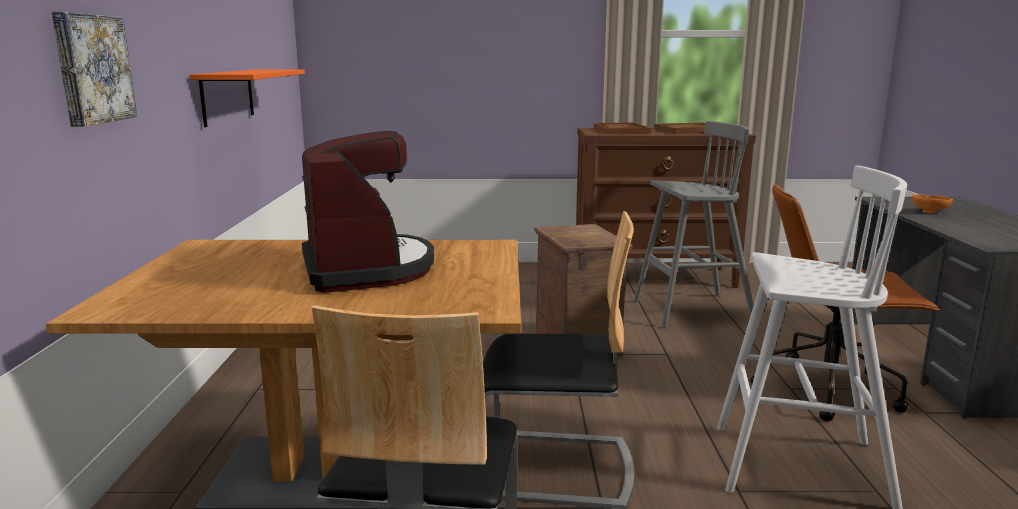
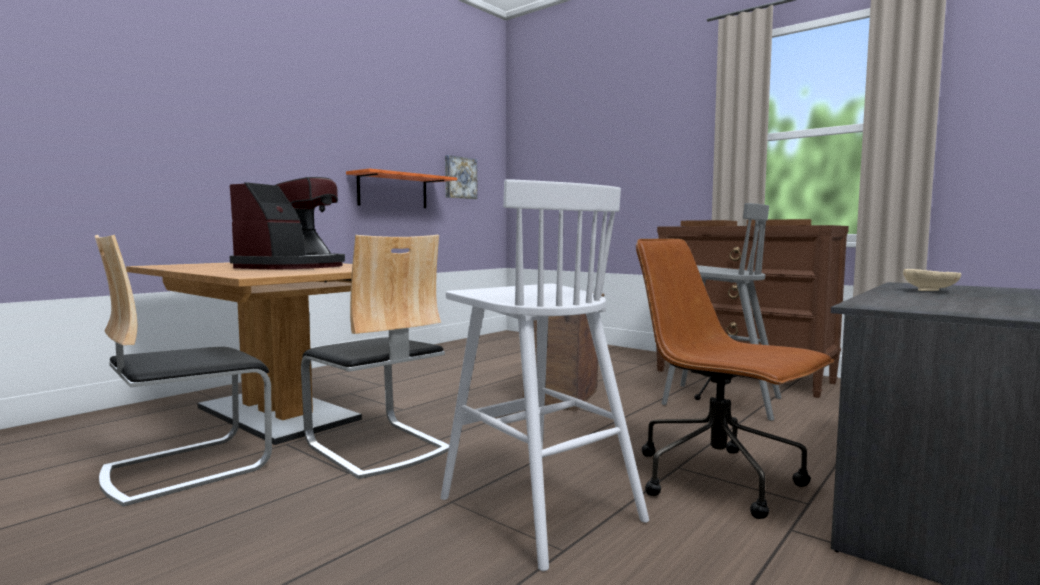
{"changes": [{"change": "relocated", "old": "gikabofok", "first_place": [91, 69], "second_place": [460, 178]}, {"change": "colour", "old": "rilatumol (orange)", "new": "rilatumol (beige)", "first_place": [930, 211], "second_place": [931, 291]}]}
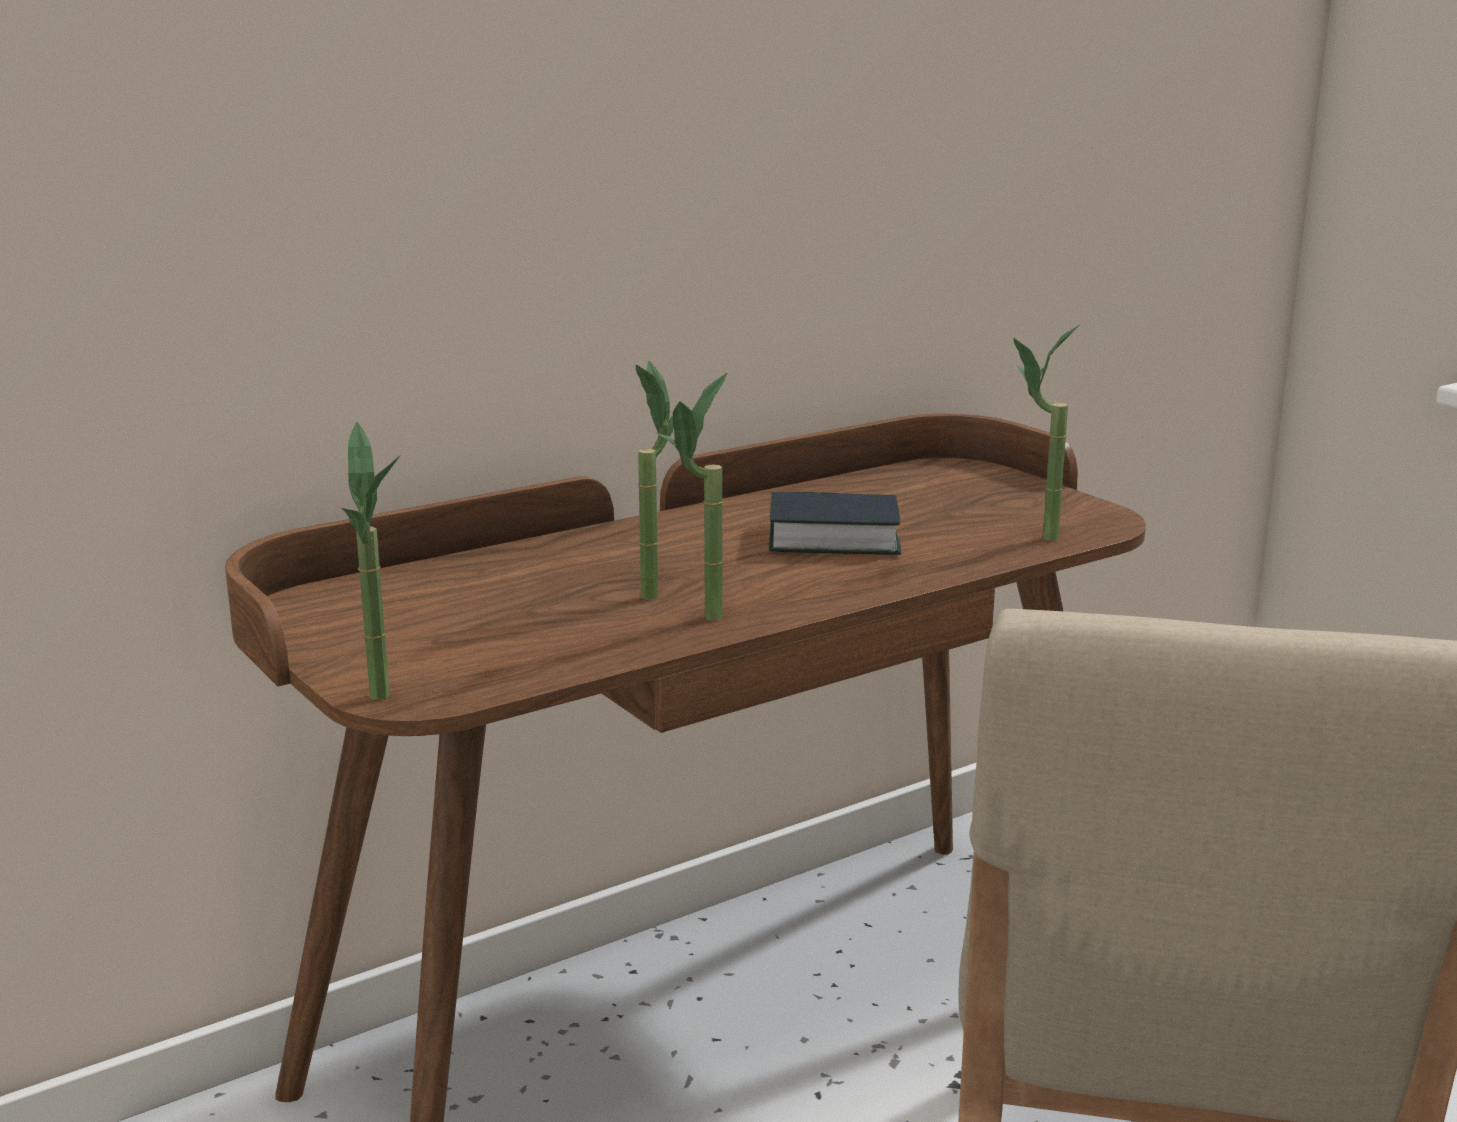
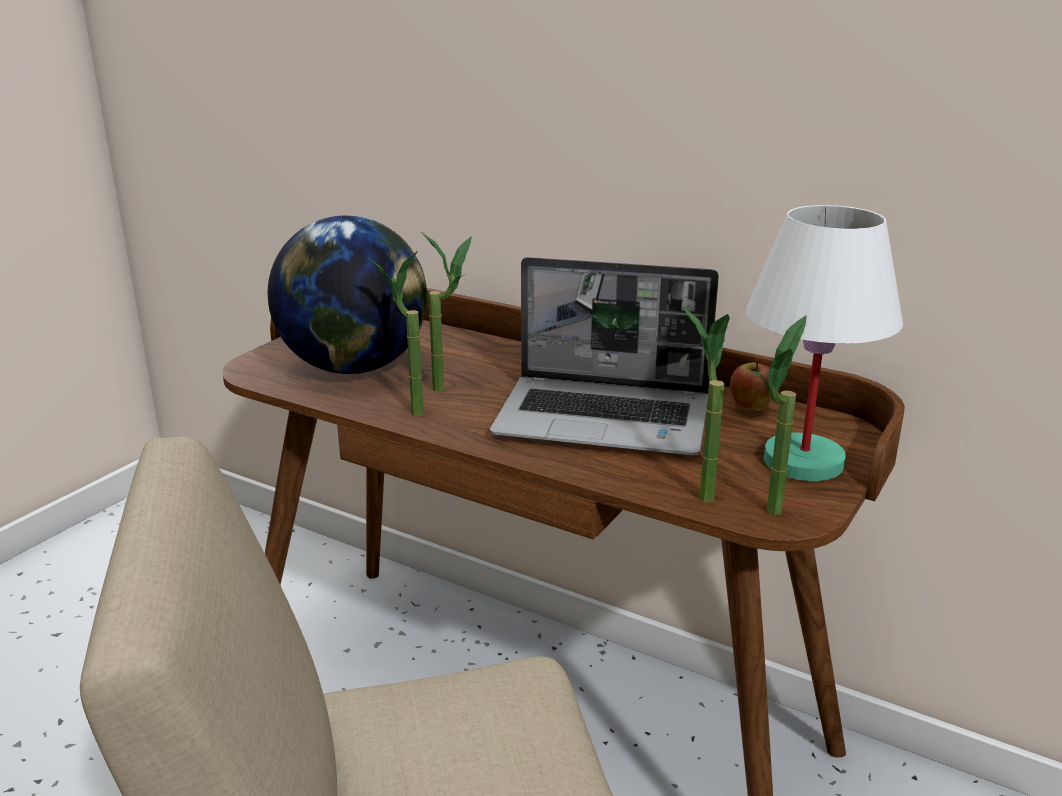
{"changes": [{"change": "relocated", "old": "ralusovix", "first_place": [387, 703], "second_place": [768, 518]}, {"change": "exchanged", "old": "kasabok", "new": "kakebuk", "first_place": [833, 539], "second_place": [606, 419]}, {"change": "appeared", "new": "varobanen", "second_place": [354, 368]}, {"change": "appeared", "new": "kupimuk", "second_place": [751, 409]}, {"change": "appeared", "new": "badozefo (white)", "second_place": [804, 463]}]}
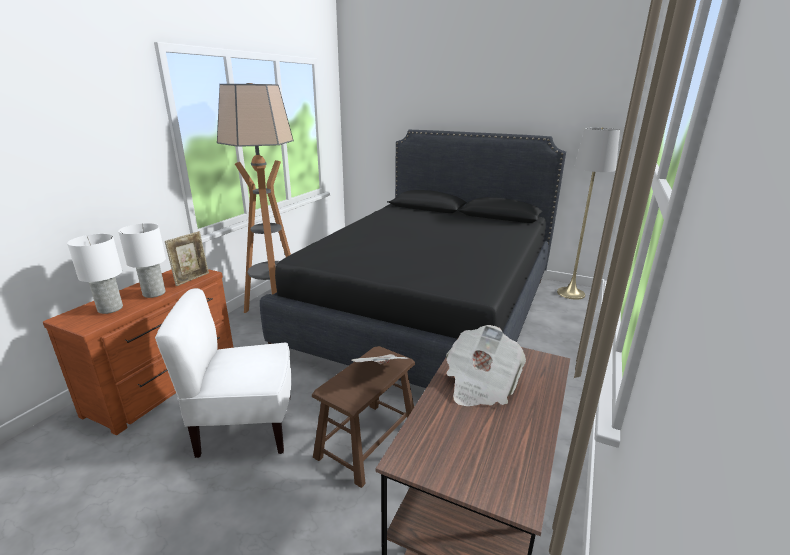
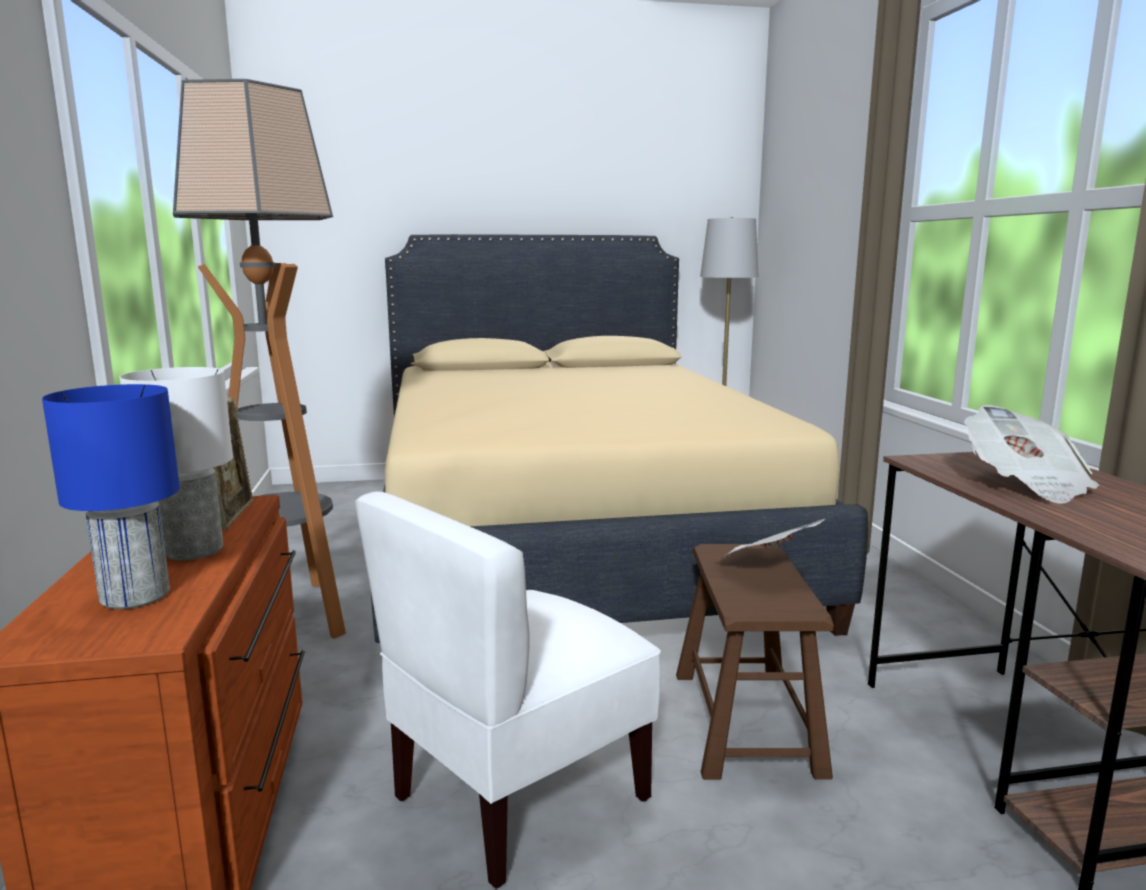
{"changes": [{"change": "colour", "old": "badozefo (white)", "new": "badozefo (blue)", "first_place": [110, 308], "second_place": [135, 595]}, {"change": "colour", "old": "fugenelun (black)", "new": "fugenelun (beige)", "first_place": [429, 312], "second_place": [570, 538]}]}
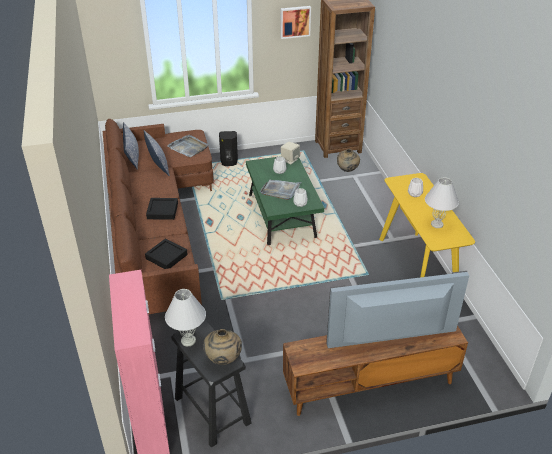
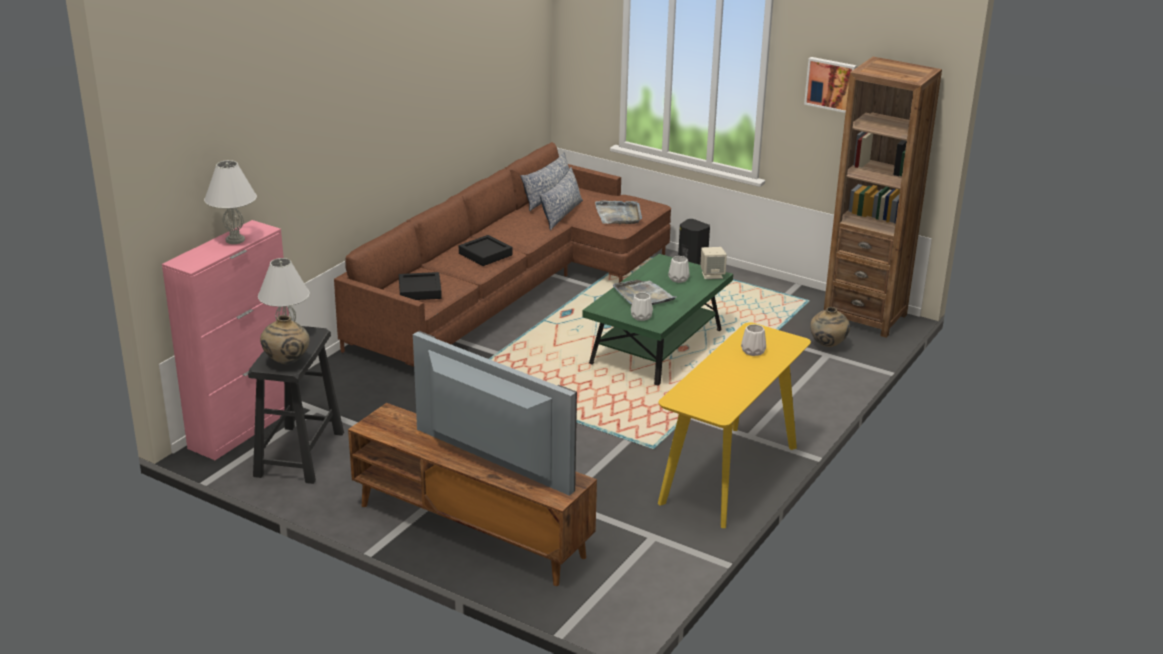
{"changes": [{"change": "relocated", "old": "badozefo (white)", "first_place": [436, 224], "second_place": [235, 240]}]}
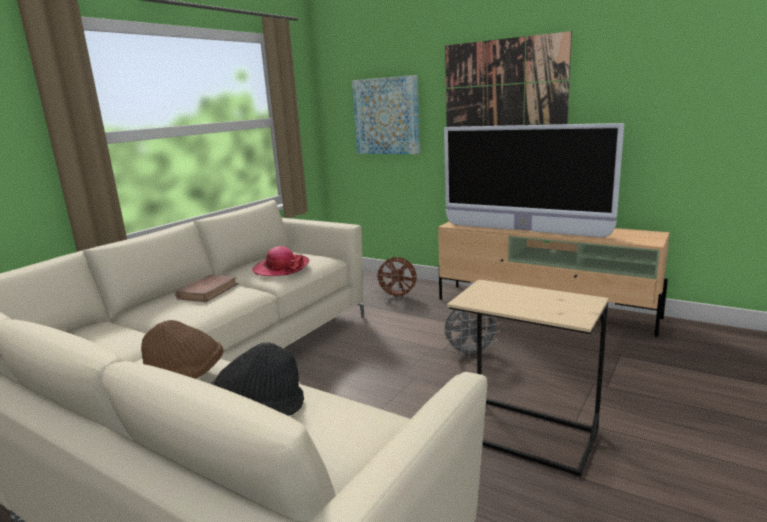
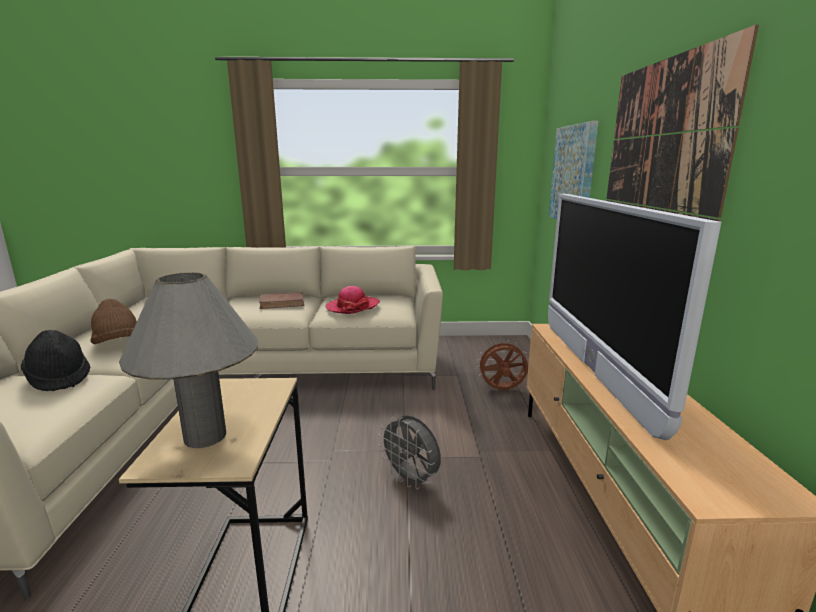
{"changes": [{"change": "spun", "old": "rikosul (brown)", "first_place": [398, 296], "second_place": [501, 390], "degrees": 105}, {"change": "appeared", "new": "badozefo (grey)", "second_place": [205, 436]}]}
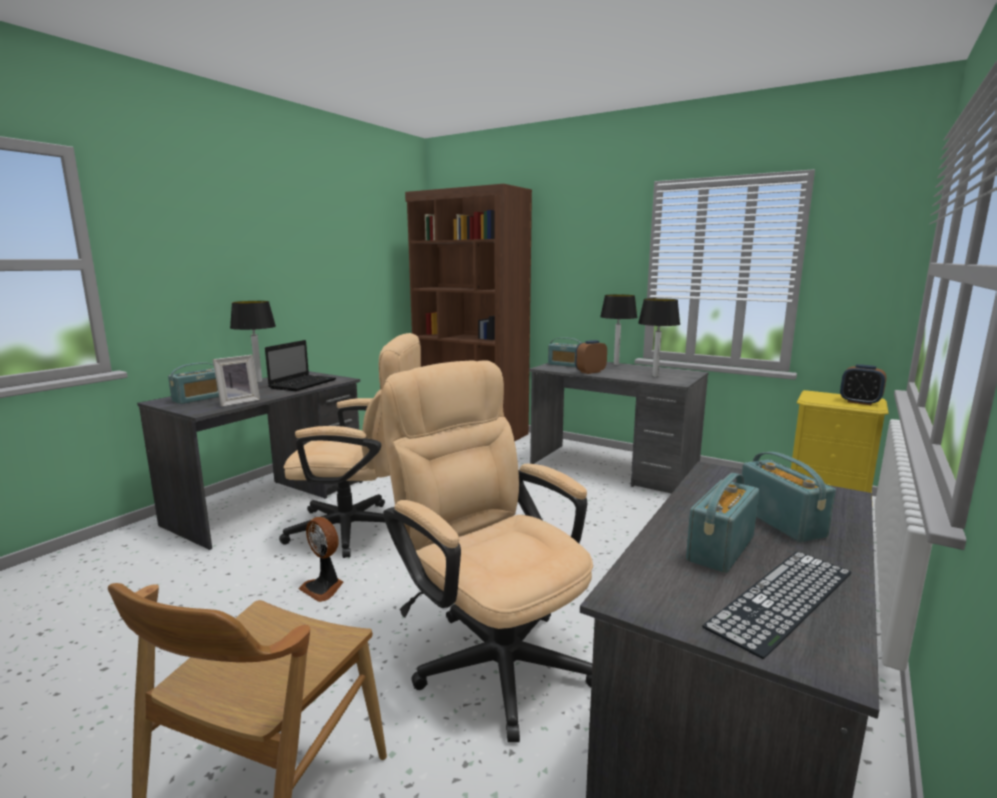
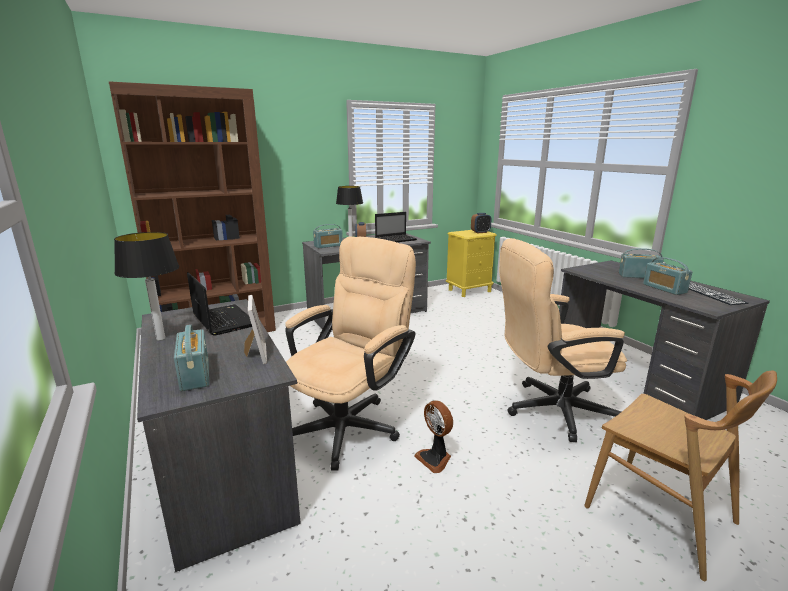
{"changes": [{"change": "spun", "old": "rikosul", "first_place": [324, 587], "second_place": [435, 458], "degrees": 75}, {"change": "exchanged", "old": "badozefo", "new": "kakebuk", "first_place": [655, 376], "second_place": [396, 240]}]}
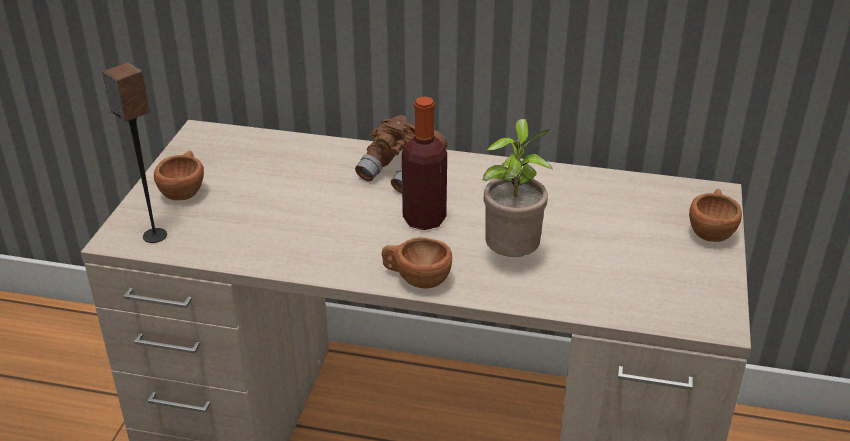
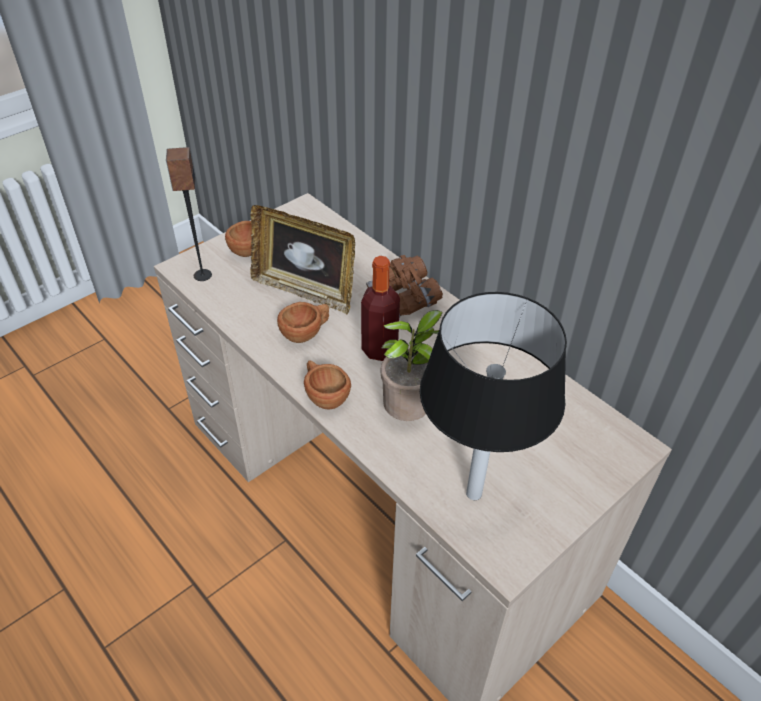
{"changes": [{"change": "relocated", "old": "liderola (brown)", "first_place": [711, 231], "second_place": [306, 333]}, {"change": "appeared", "new": "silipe", "second_place": [305, 290]}, {"change": "appeared", "new": "badozefo (black)", "second_place": [473, 494]}]}
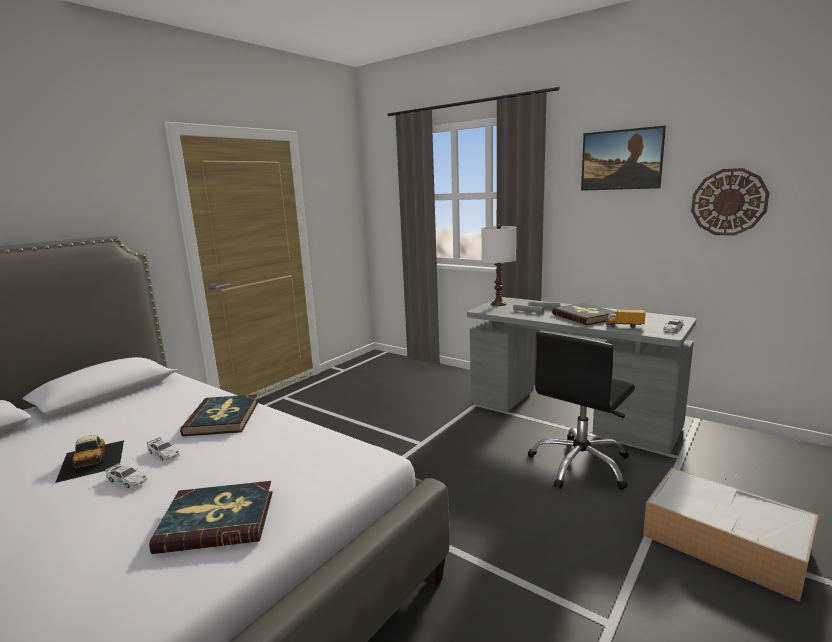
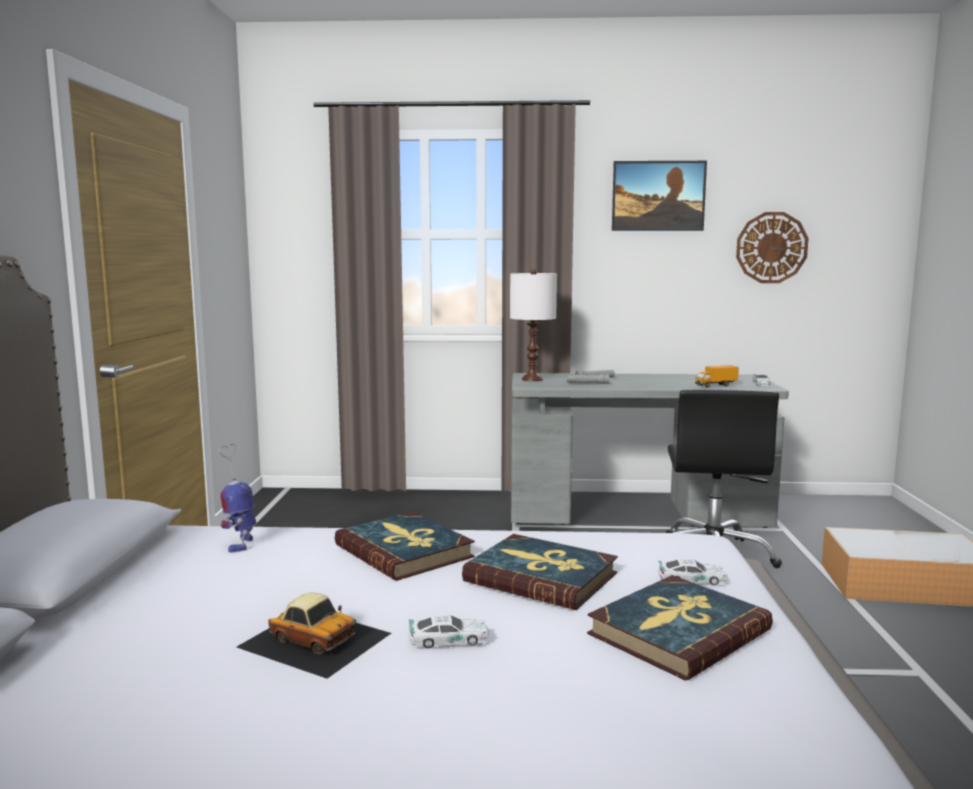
{"changes": [{"change": "relocated", "old": "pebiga", "first_place": [164, 453], "second_place": [692, 579]}, {"change": "relocated", "old": "kasabok", "first_place": [584, 316], "second_place": [541, 577]}, {"change": "appeared", "new": "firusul", "second_place": [241, 544]}]}
